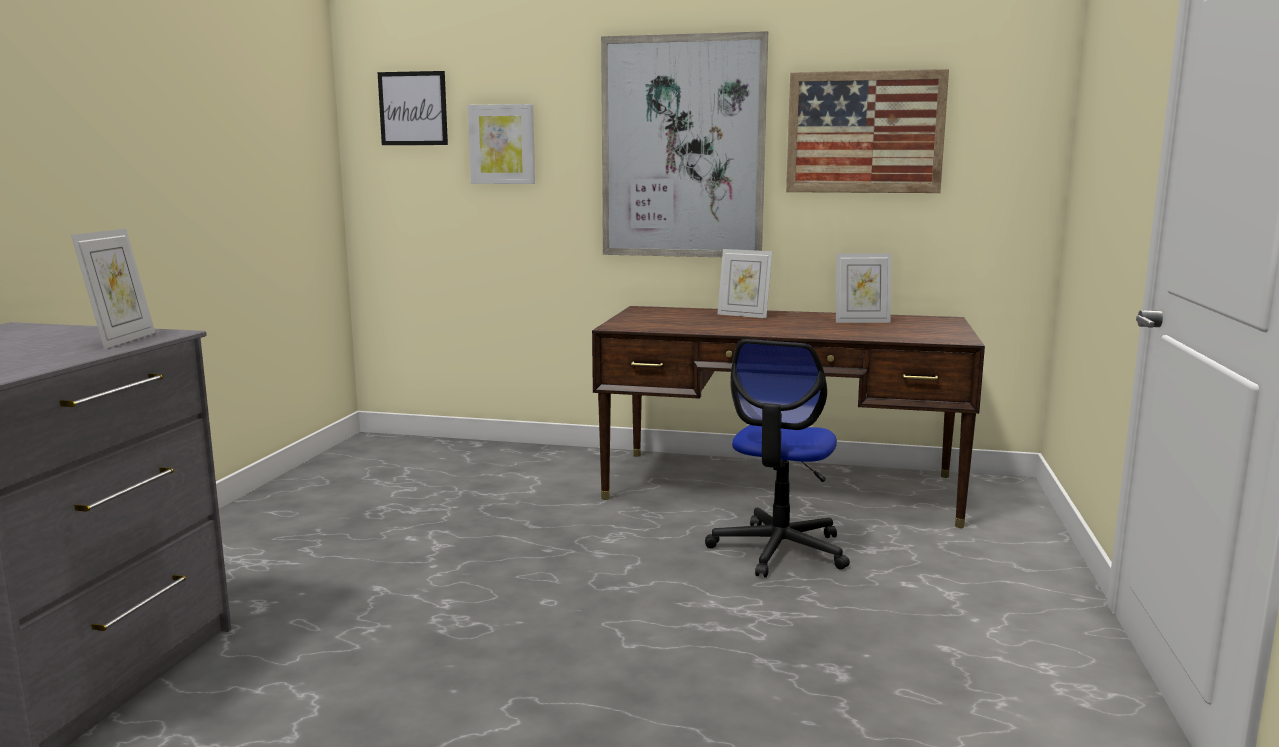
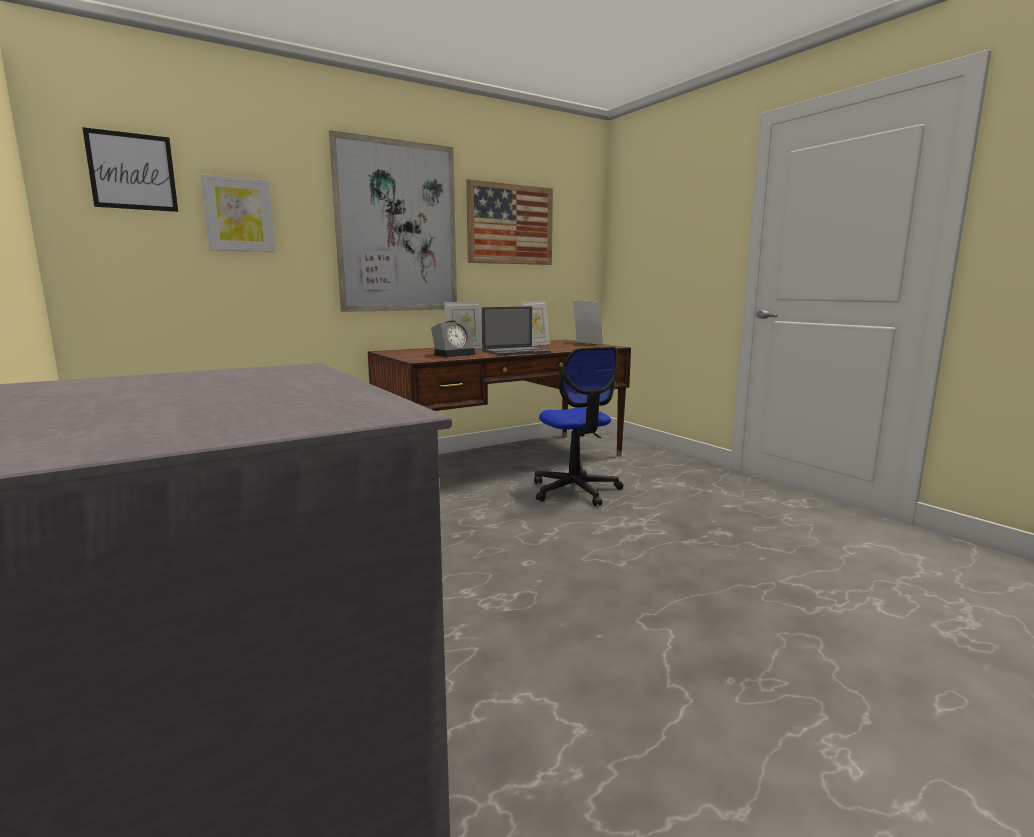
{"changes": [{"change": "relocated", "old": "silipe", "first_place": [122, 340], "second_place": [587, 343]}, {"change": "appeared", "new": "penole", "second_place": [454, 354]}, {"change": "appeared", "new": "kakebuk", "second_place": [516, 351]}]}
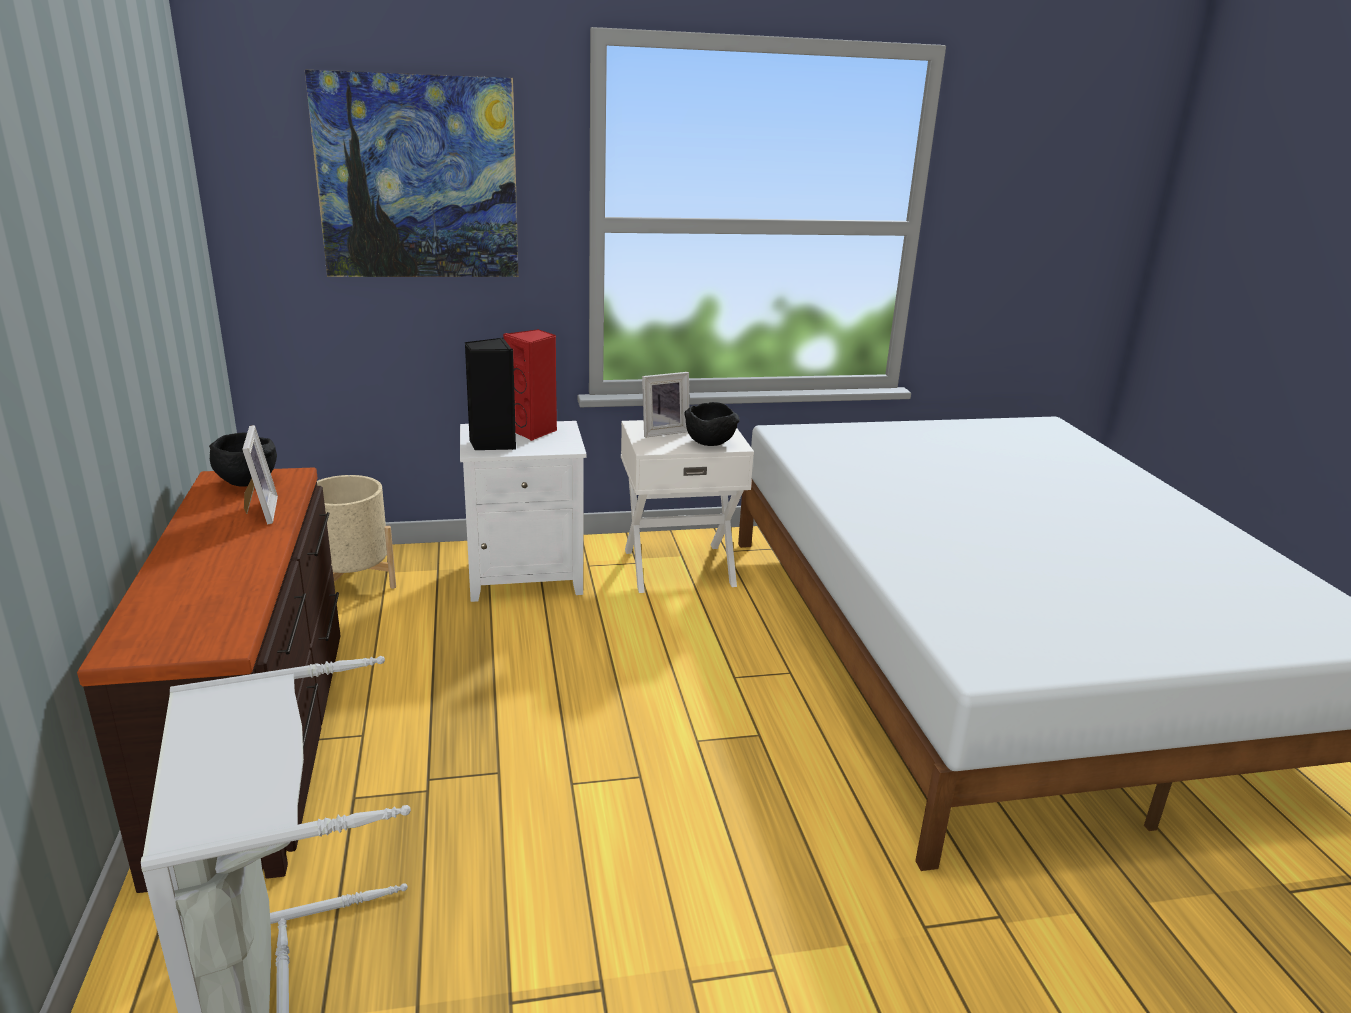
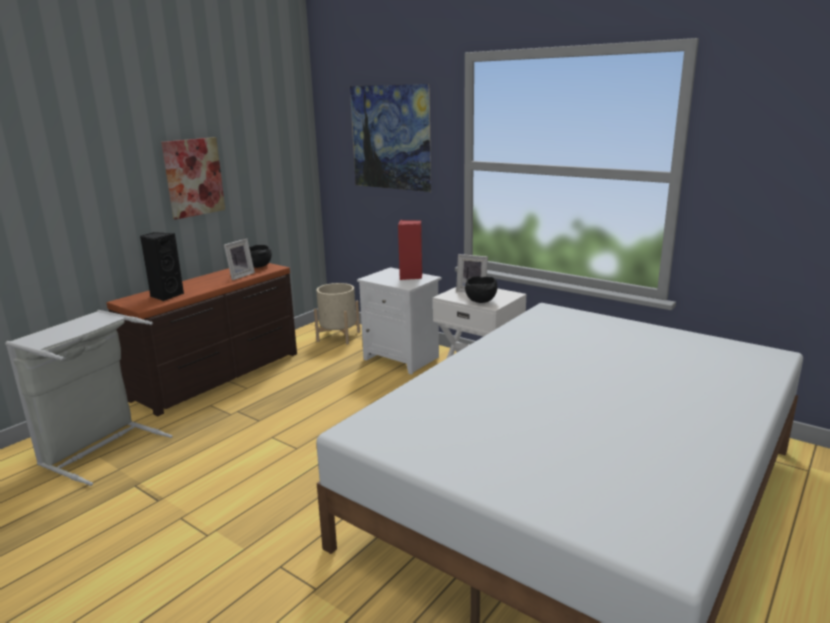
{"changes": [{"change": "relocated", "old": "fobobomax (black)", "first_place": [492, 443], "second_place": [166, 296]}, {"change": "appeared", "new": "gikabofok", "second_place": [193, 177]}]}
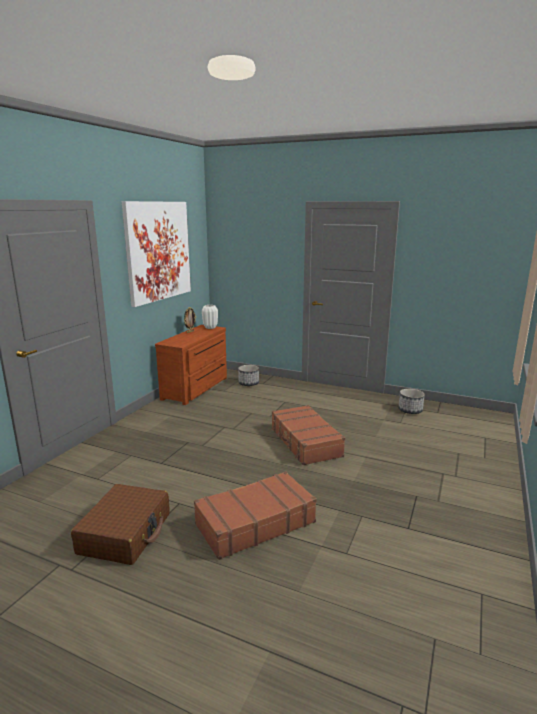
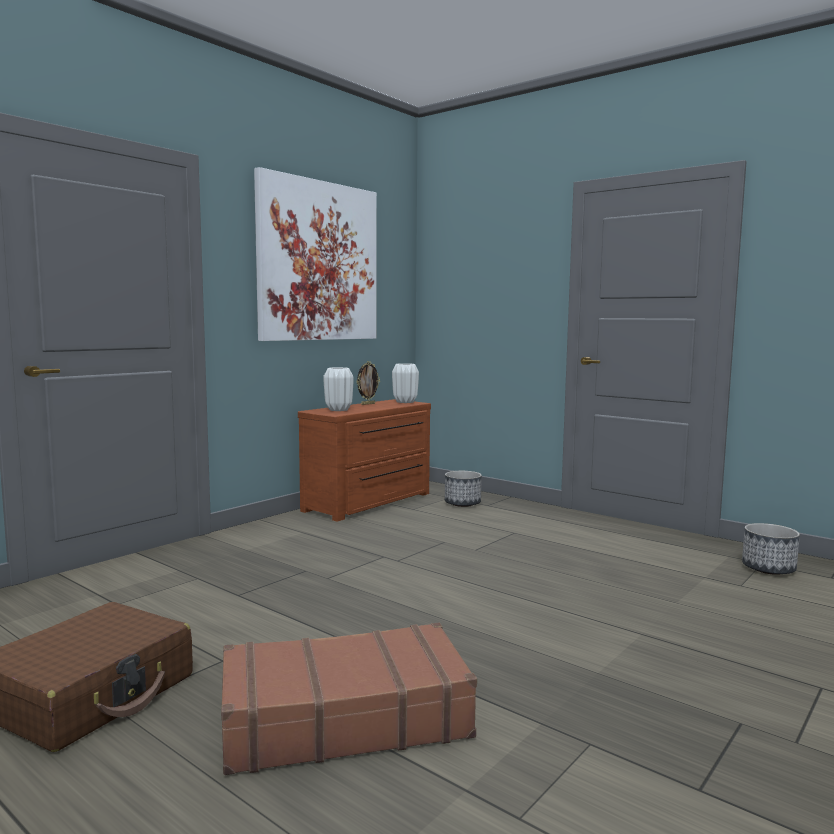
{"changes": [{"change": "missing", "old": "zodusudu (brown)", "first_place": [305, 442]}, {"change": "appeared", "new": "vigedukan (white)", "second_place": [338, 410]}]}
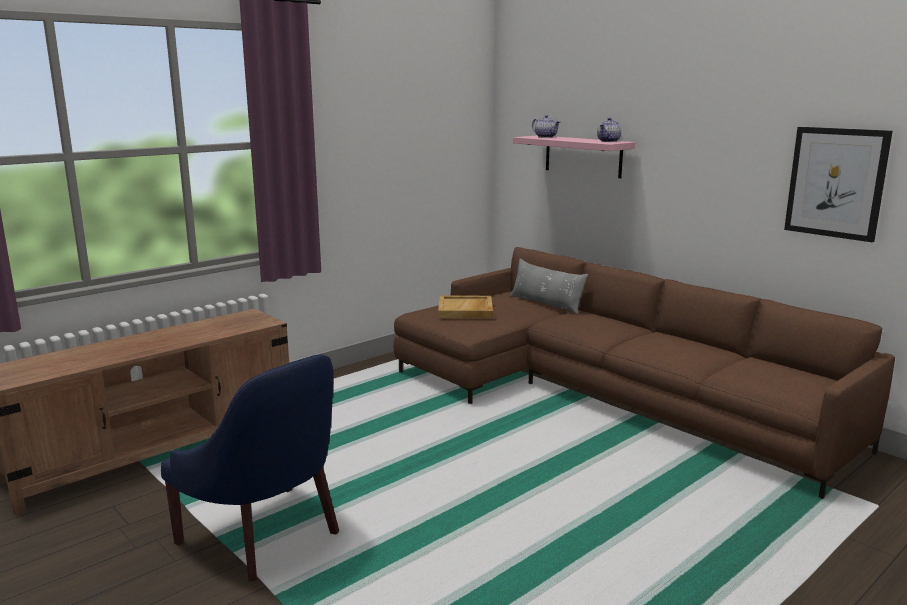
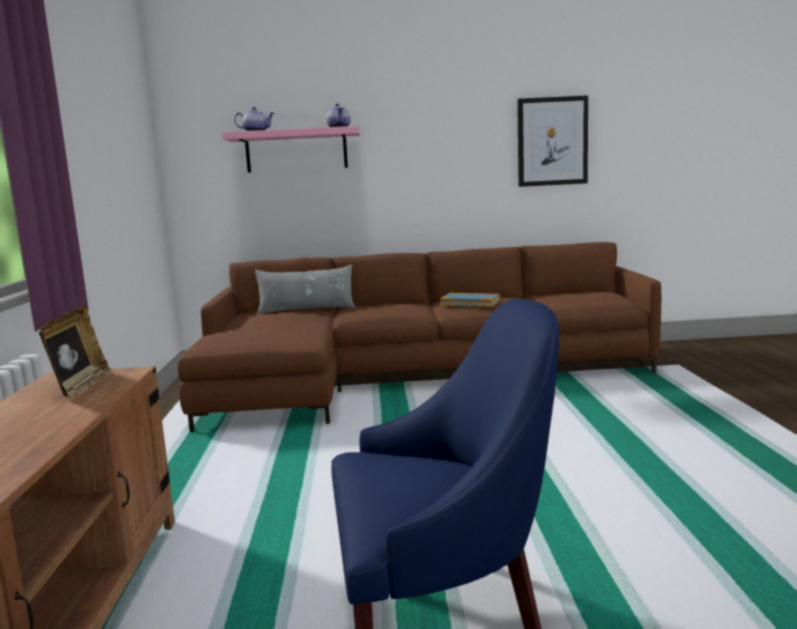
{"changes": [{"change": "missing", "old": "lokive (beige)", "first_place": [466, 310]}, {"change": "appeared", "new": "silipe", "second_place": [80, 386]}, {"change": "appeared", "new": "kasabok", "second_place": [470, 303]}]}
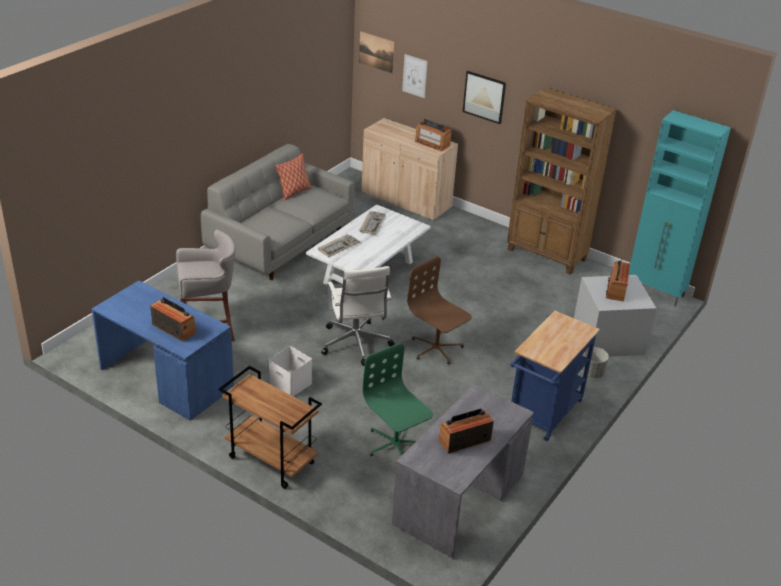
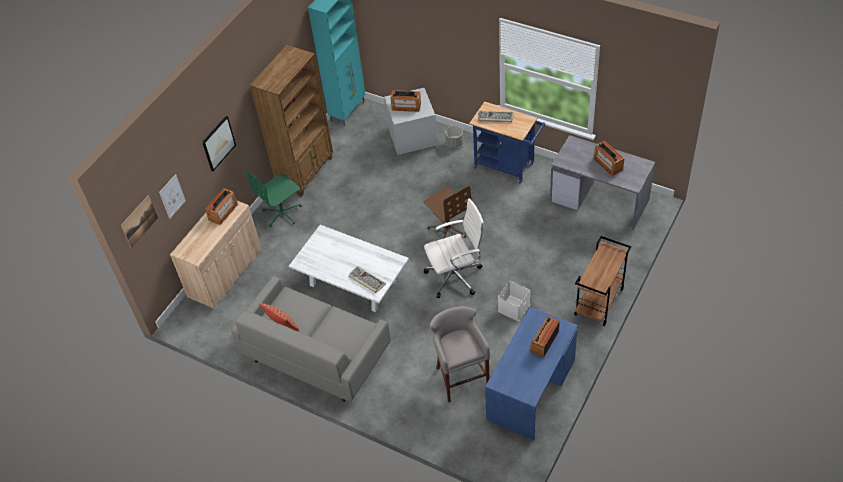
{"changes": [{"change": "relocated", "old": "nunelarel", "first_place": [372, 224], "second_place": [495, 117]}, {"change": "relocated", "old": "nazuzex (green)", "first_place": [395, 445], "second_place": [282, 213]}, {"change": "spun", "old": "nazuzex (brown)", "first_place": [436, 348], "second_place": [448, 228], "degrees": -75}]}
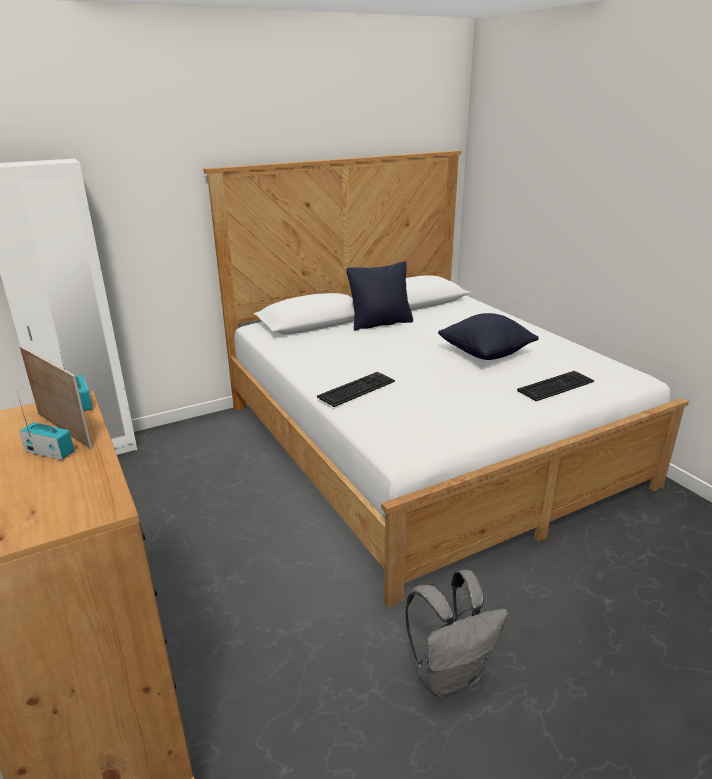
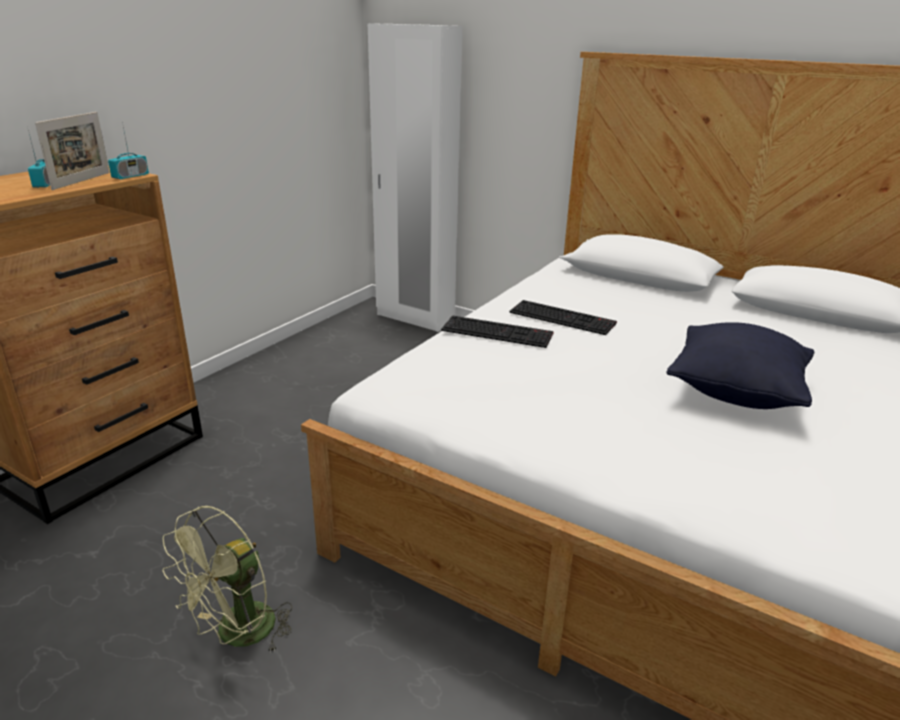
{"changes": [{"change": "missing", "old": "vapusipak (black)", "first_place": [380, 323]}, {"change": "exchanged", "old": "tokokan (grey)", "new": "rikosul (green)", "first_place": [450, 674], "second_place": [237, 635]}, {"change": "relocated", "old": "nunelarel", "first_place": [555, 385], "second_place": [563, 318]}]}
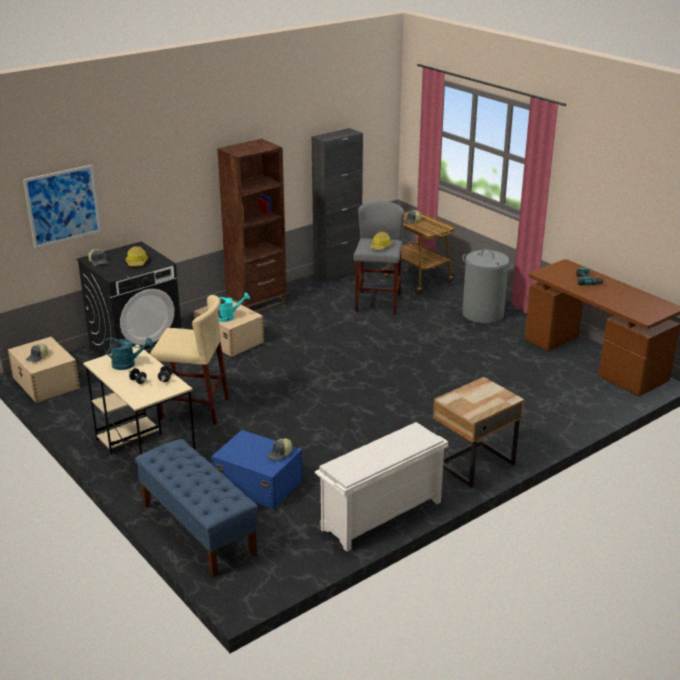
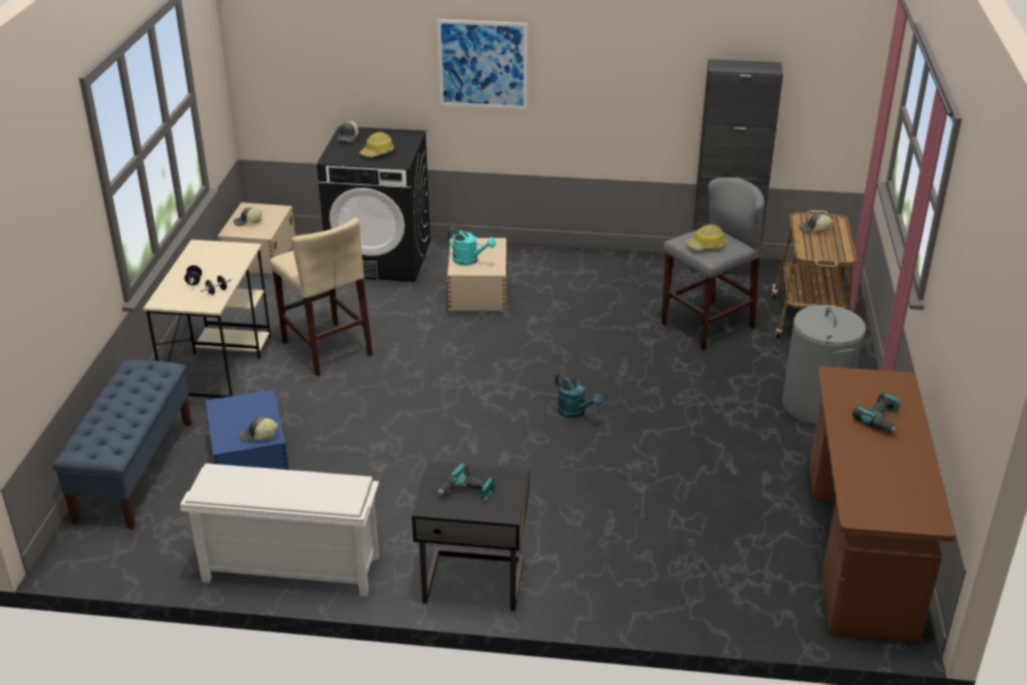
{"changes": [{"change": "relocated", "old": "gikabofok", "first_place": [63, 206], "second_place": [483, 64]}, {"change": "relocated", "old": "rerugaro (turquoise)", "first_place": [128, 364], "second_place": [575, 412]}, {"change": "missing", "old": "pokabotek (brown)", "first_place": [257, 303]}, {"change": "colour", "old": "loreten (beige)", "new": "loreten (black)", "first_place": [473, 464], "second_place": [473, 579]}, {"change": "appeared", "new": "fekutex", "second_place": [466, 491]}]}
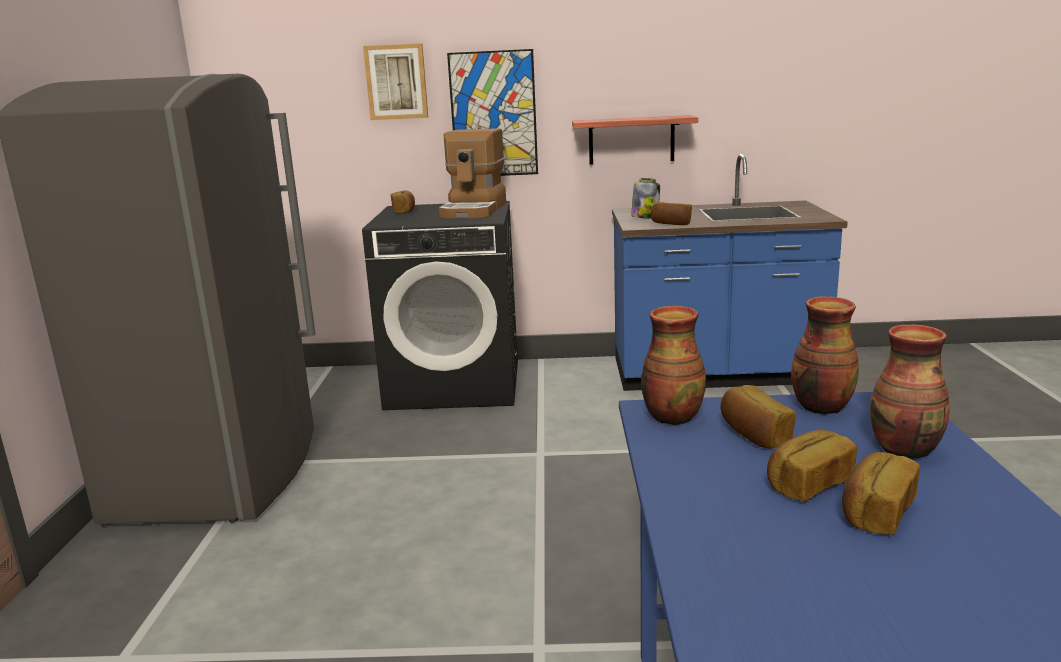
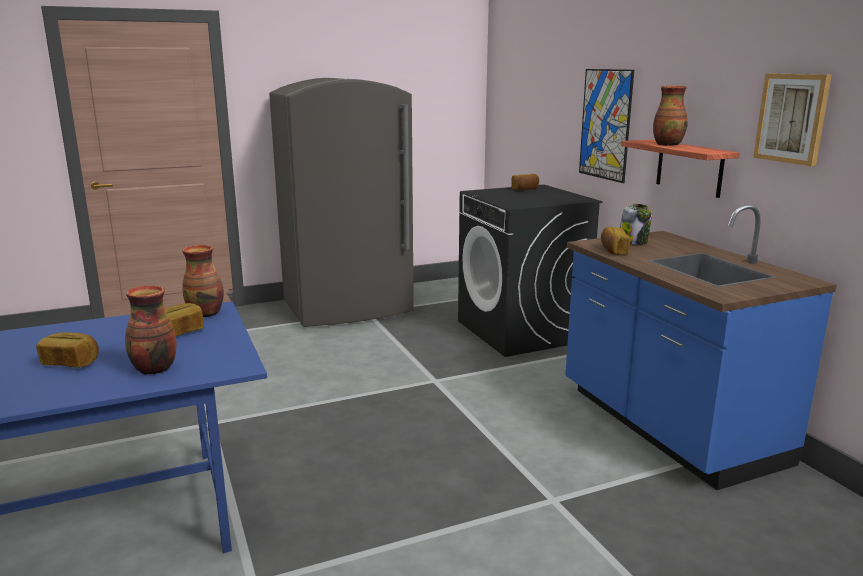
{"changes": [{"change": "relocated", "old": "gikabofok", "first_place": [396, 82], "second_place": [792, 118]}, {"change": "missing", "old": "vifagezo", "first_place": [475, 210]}, {"change": "missing", "old": "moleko", "first_place": [808, 484]}, {"change": "relocated", "old": "vigedukan", "first_place": [820, 407], "second_place": [667, 144]}]}
